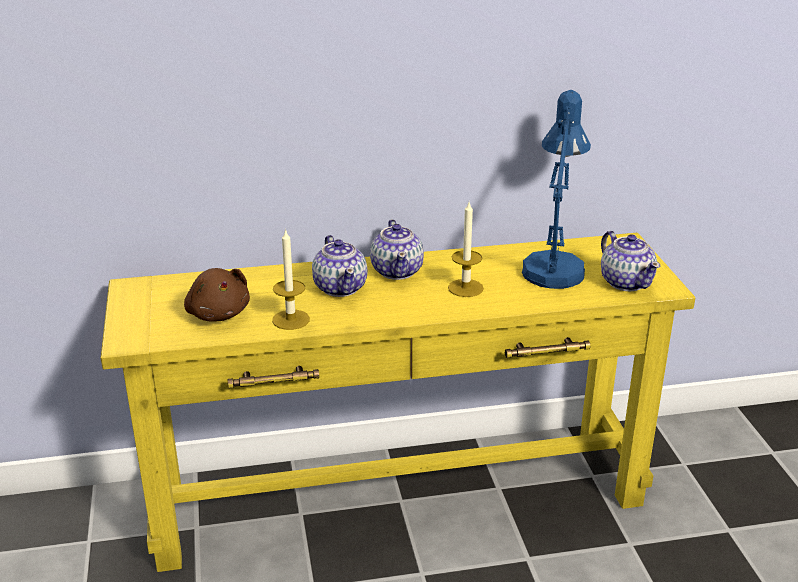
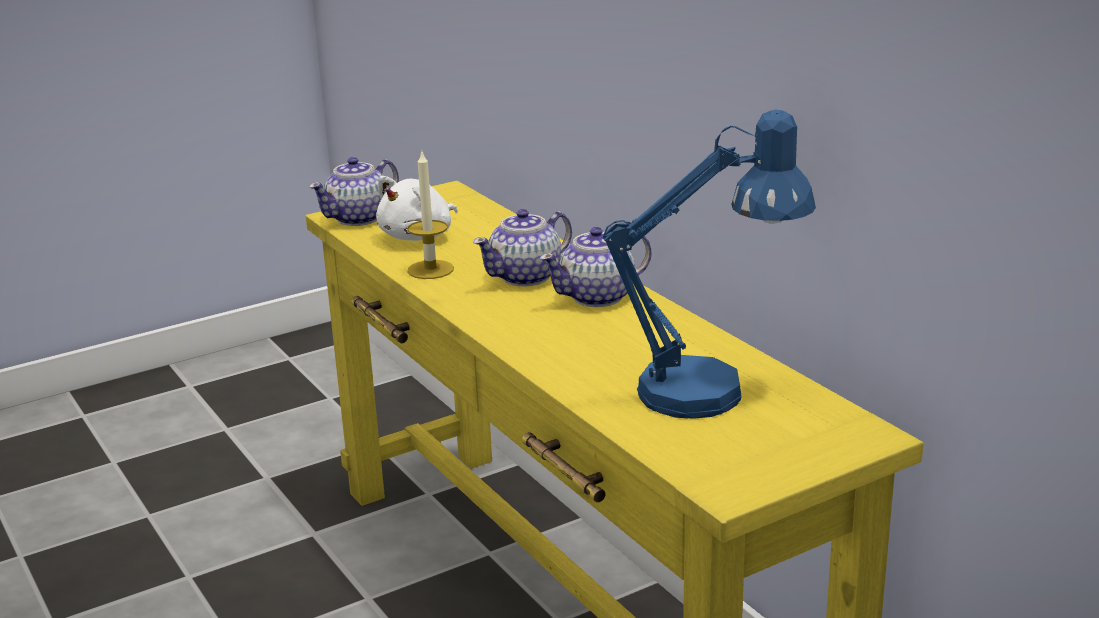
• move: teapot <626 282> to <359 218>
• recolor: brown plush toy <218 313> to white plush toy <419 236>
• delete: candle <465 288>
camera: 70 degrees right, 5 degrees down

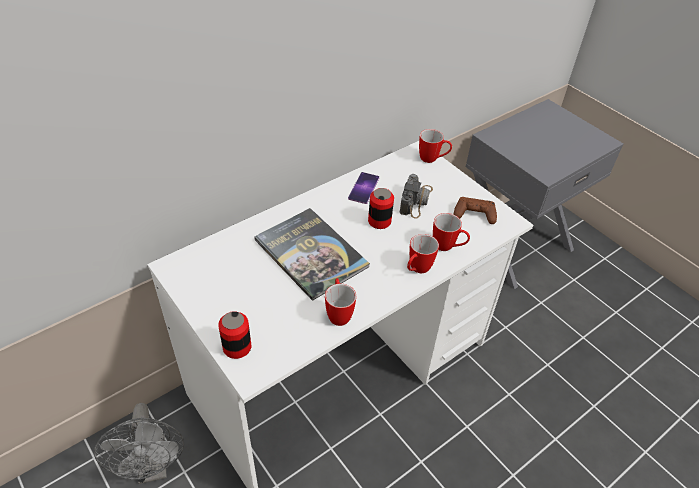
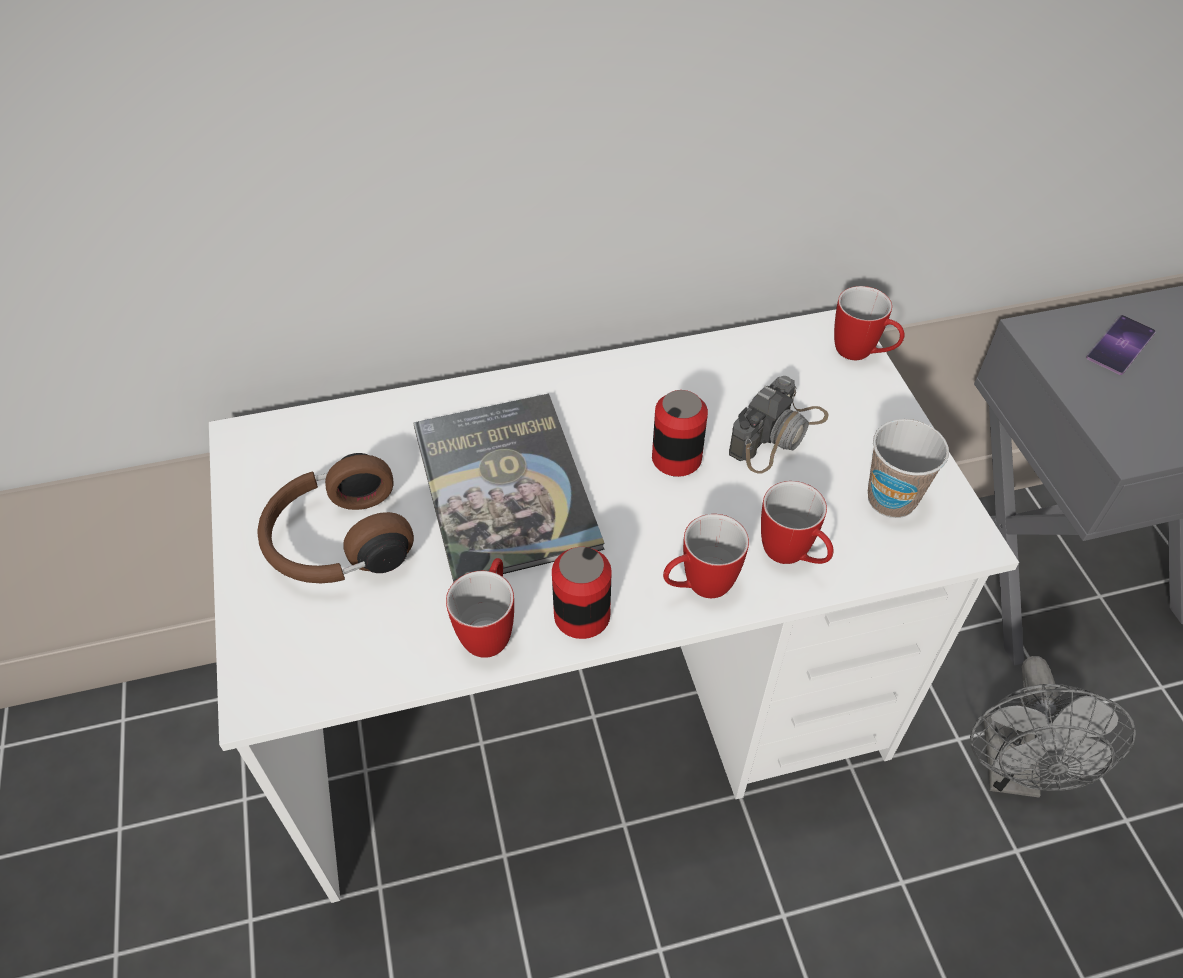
• insert: brown headphones <338 542>
• move: can <237 347> to <582 616>
• replace: brown game controller <474 214> to cup <891 500>
• move: grey fan <153 468> to <1012 771>
• move: phone <363 188> to <1120 345>
camera: 25 degrees right, 5 degrees up

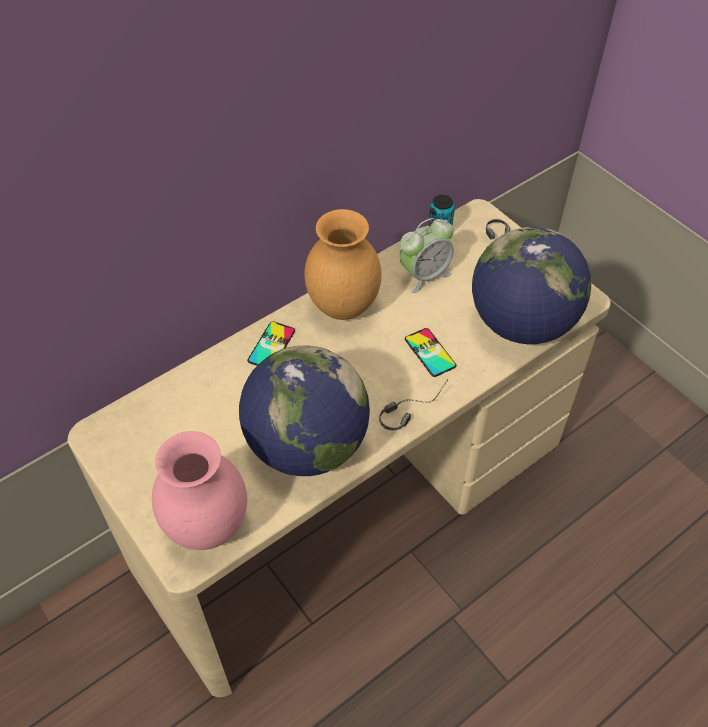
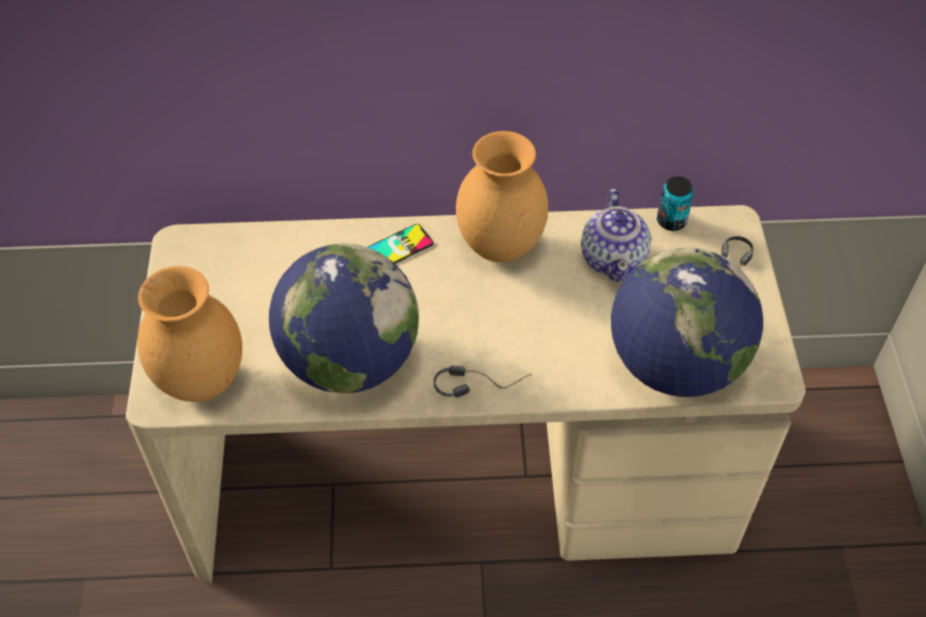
• recolor: pink vase <208 528> to brown vase <201 383>
• replace: alarm clock <424 275> to teapot <613 258>
• delete: phone <430 352>
camera: 35 degrees right, 0 degrees up

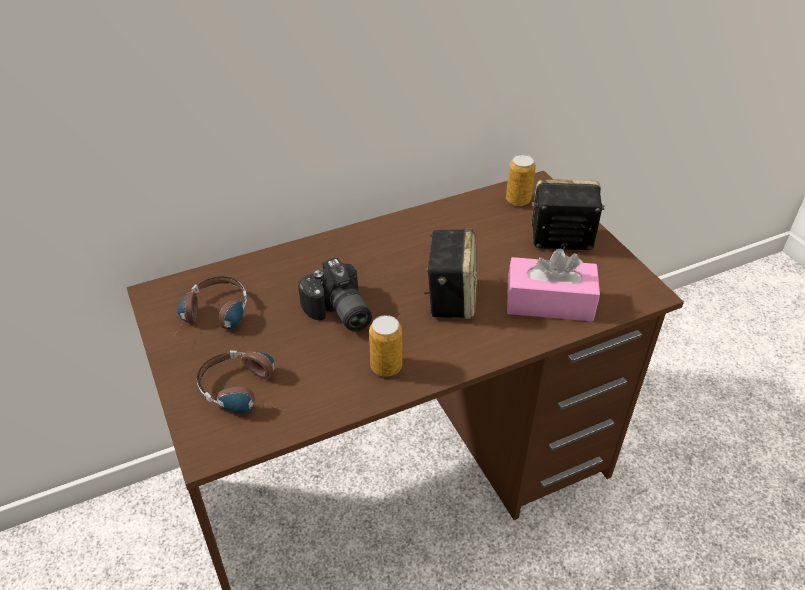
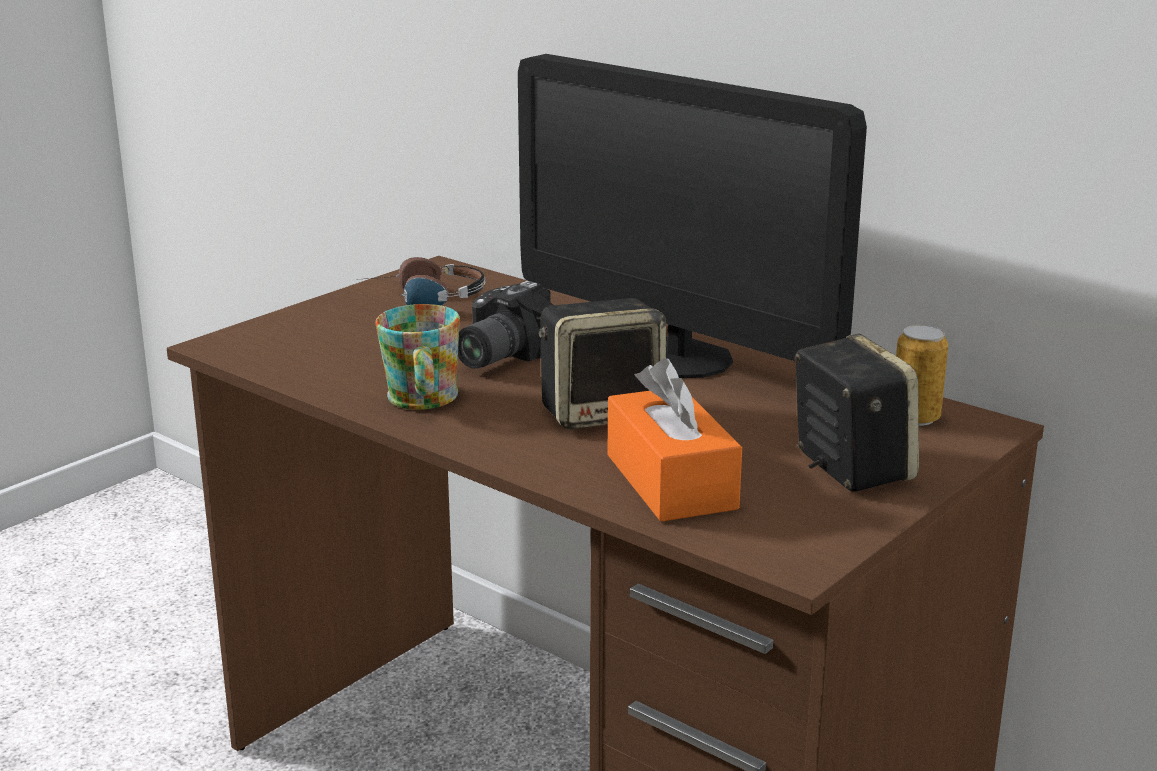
• replace: can <386 367> to mug <422 400>
• insert: monitor <679 358>
• recolor: pink tissue box <549 302> to orange tissue box <671 481>
• delete: headphones <249 390>
camera: 65 degrees right, 20 degrees down

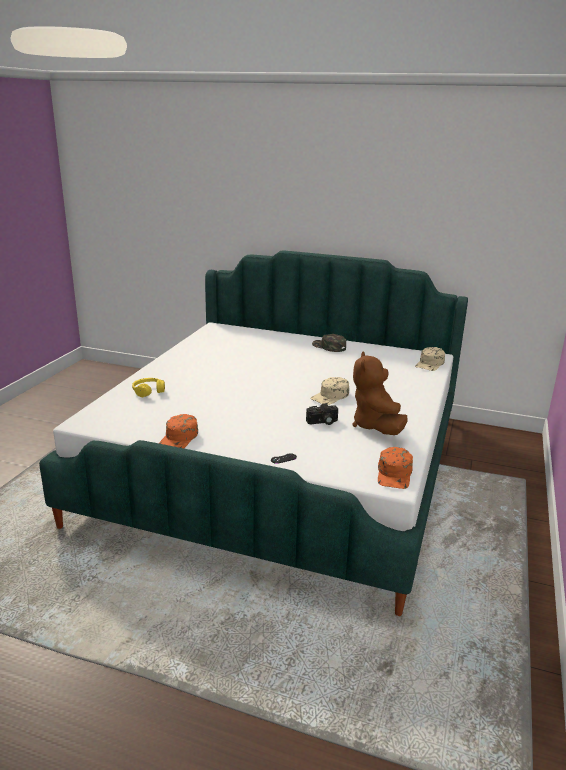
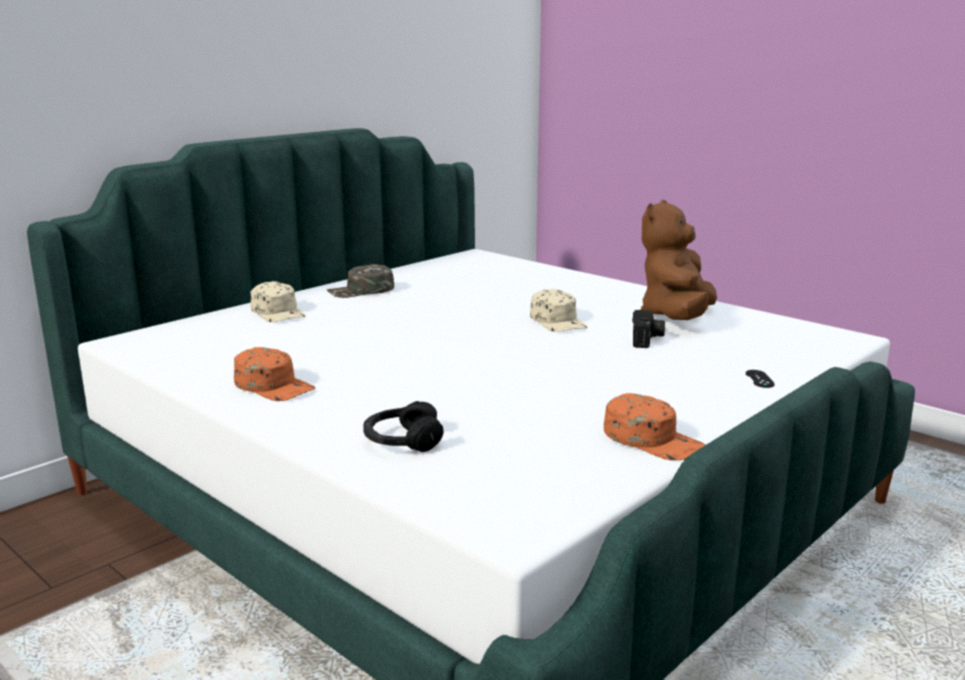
• move: orange cap <394 474> to <274 386>
• move: beige cap <430 364> to <278 312>
• recolor: yellow headphones <148 391> to black headphones <402 441>
• rotate: brown plush toy <376 426> = <677 317> 90 degrees clockwise
camera: 65 degrees left, 5 degrees down

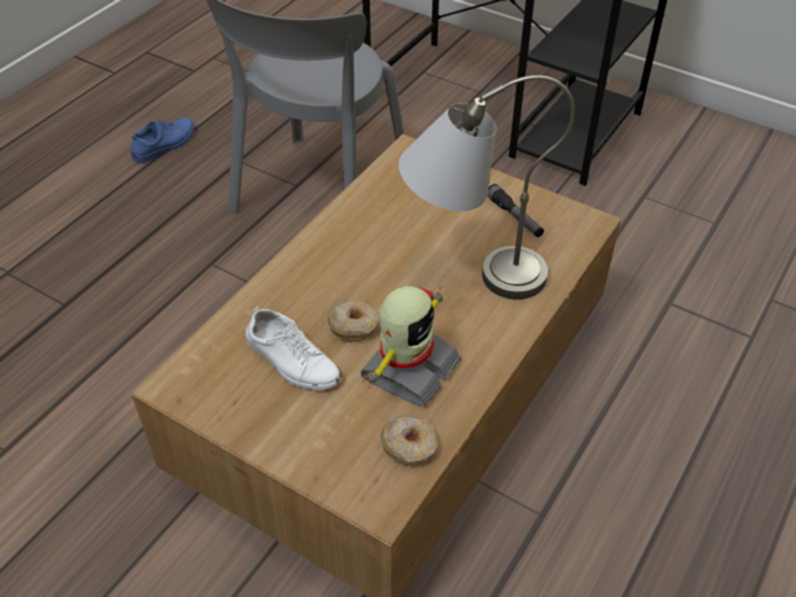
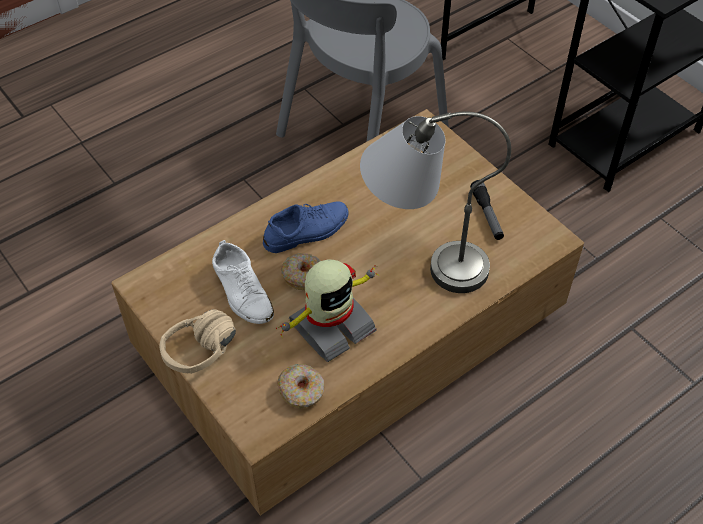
• insert: beige headphones <207 357>
• move: blue shoe <165 144> to <306 231>
camera: 20 degrees right, 5 degrees up

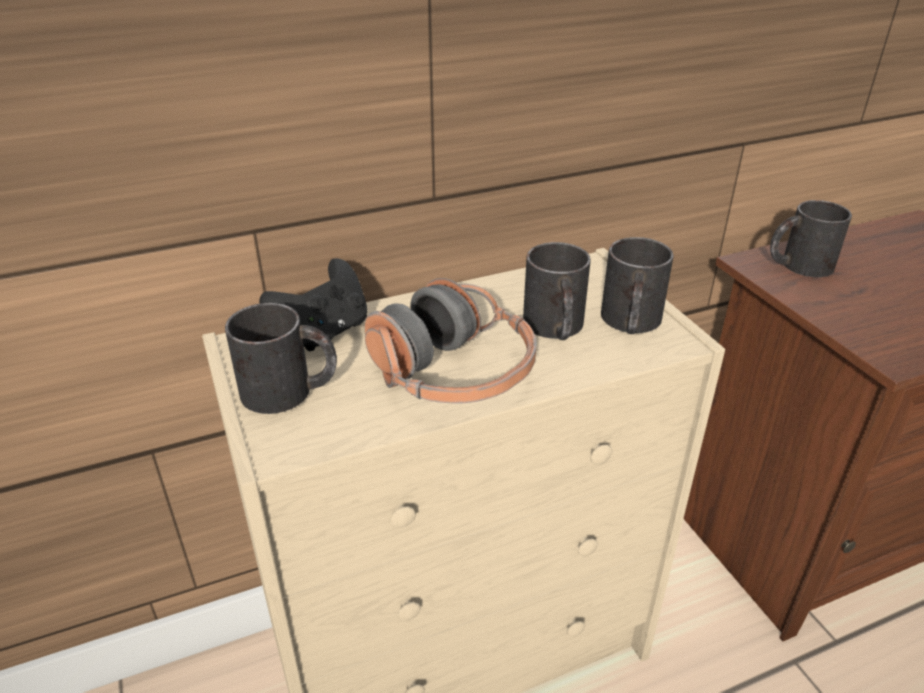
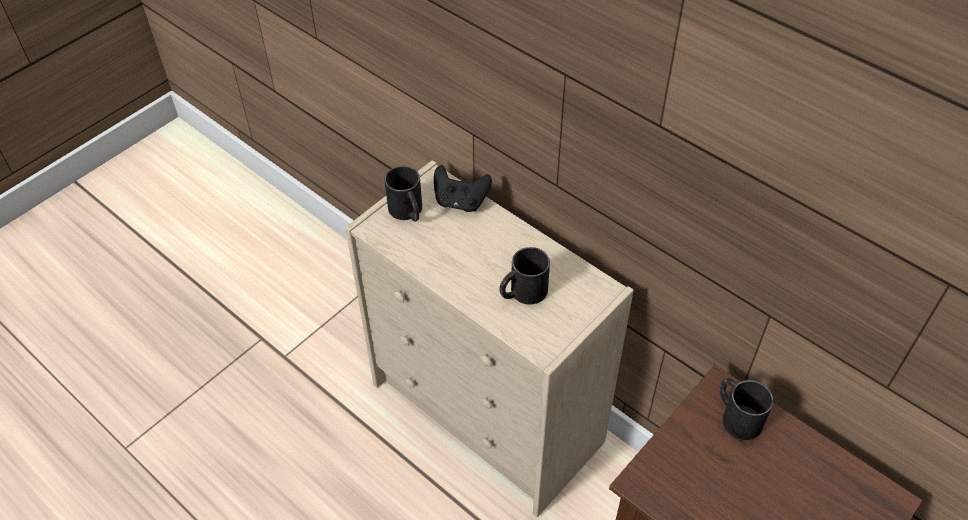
• delete: headphones <452 373>
• delete: black mug <630 323>
camera: 65 degrees right, 15 degrees up

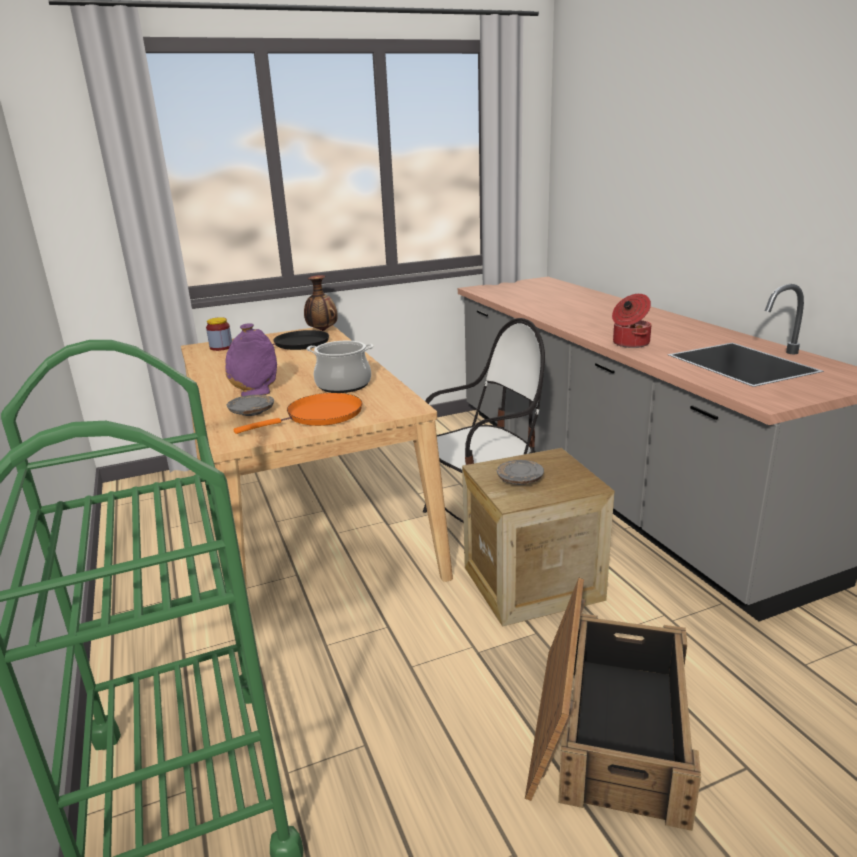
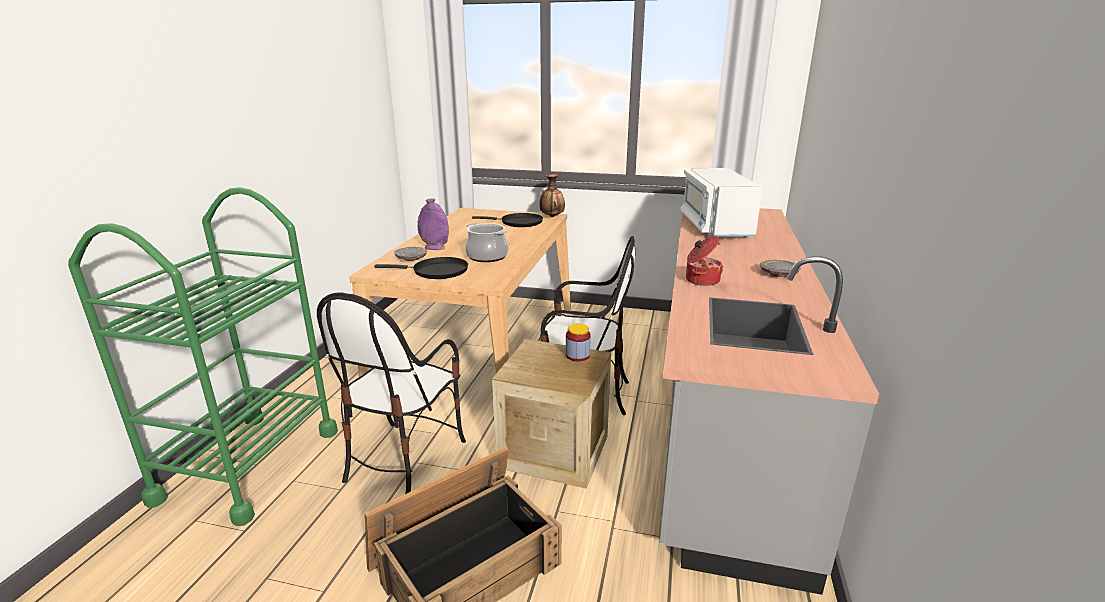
• insert: chair <404 458>
• recolor: orange frying pan <320 416> to black frying pan <436 271>
• move: jar <221 347> to <577 355>
• insert: white microwave <715 226>
• move: grey plate <519 480> to <778 274>
camera: 35 degrees right, 0 degrees up

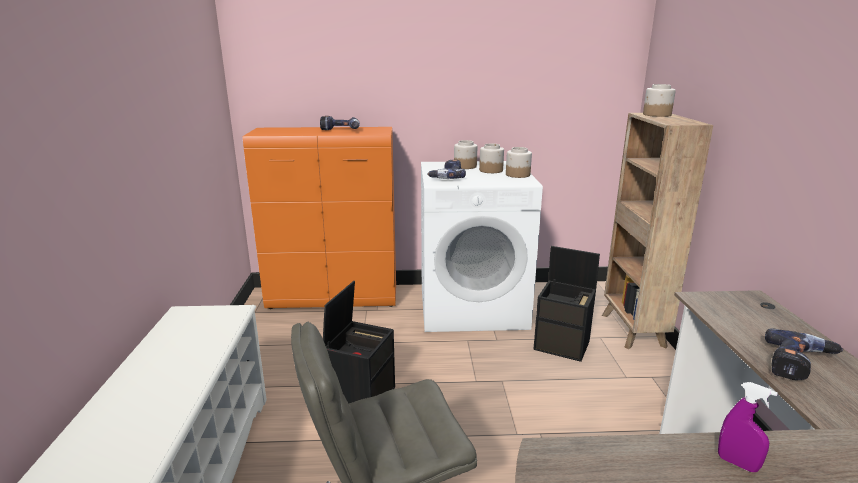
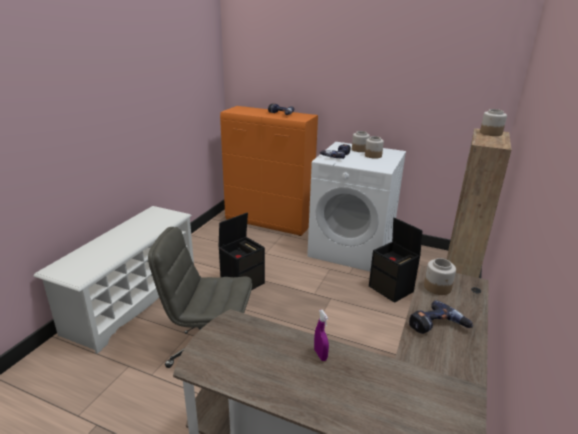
• move: jar <518 175> to <437 287>
camera: 25 degrees right, 5 degrees up

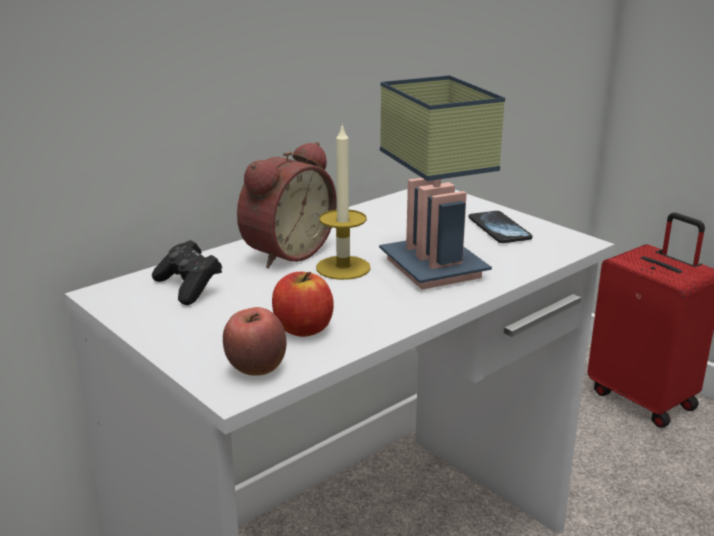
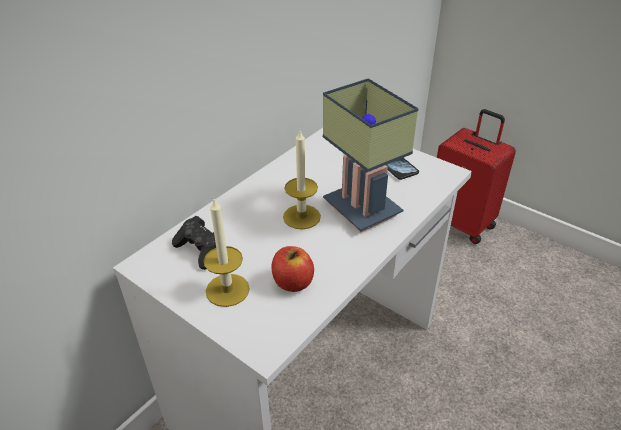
• insert: candle <227 290>
• delete: apple <256 370>
• delete: alarm clock <284 252>
camera: 10 degrees left, 15 degrees up

